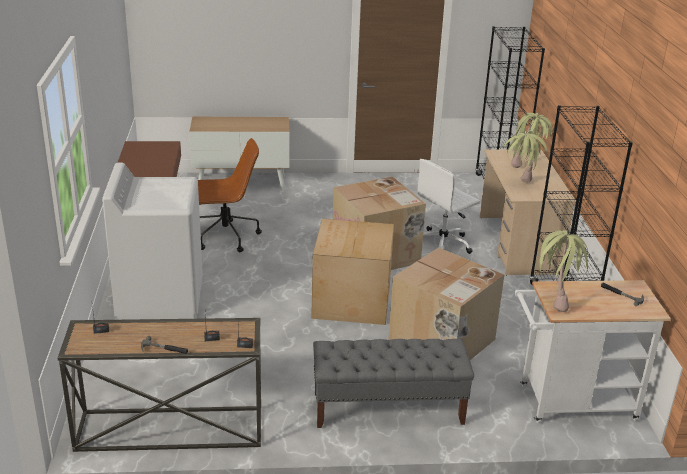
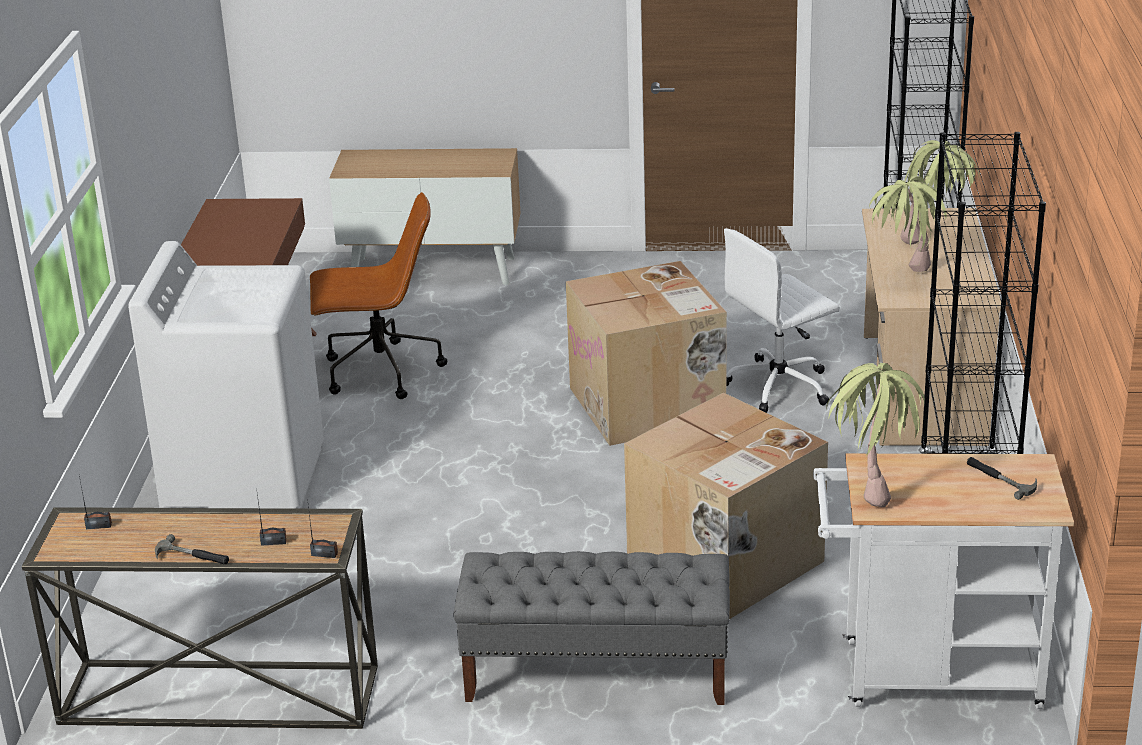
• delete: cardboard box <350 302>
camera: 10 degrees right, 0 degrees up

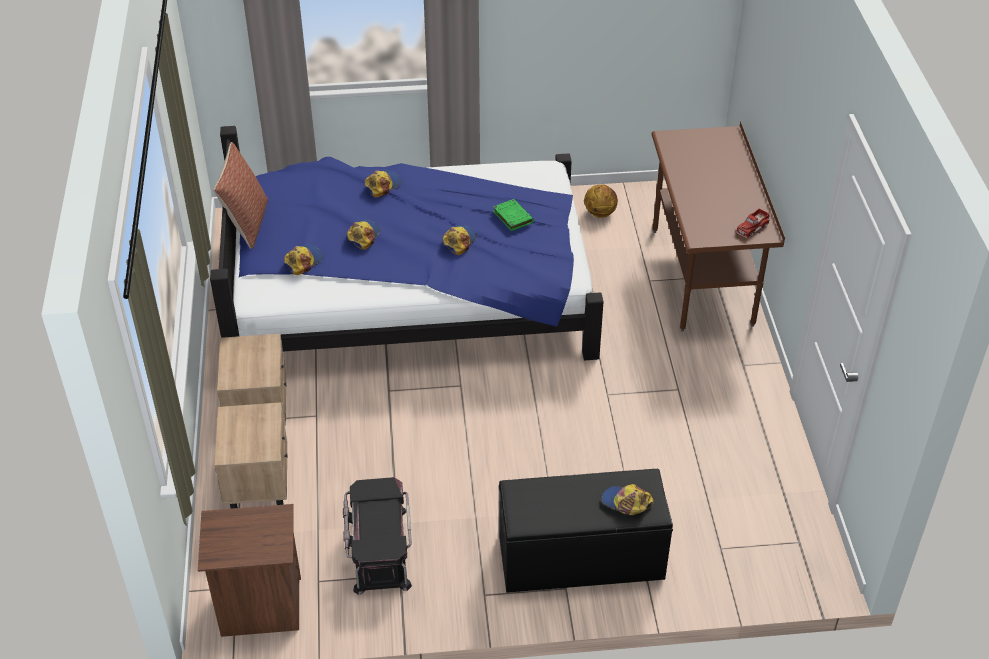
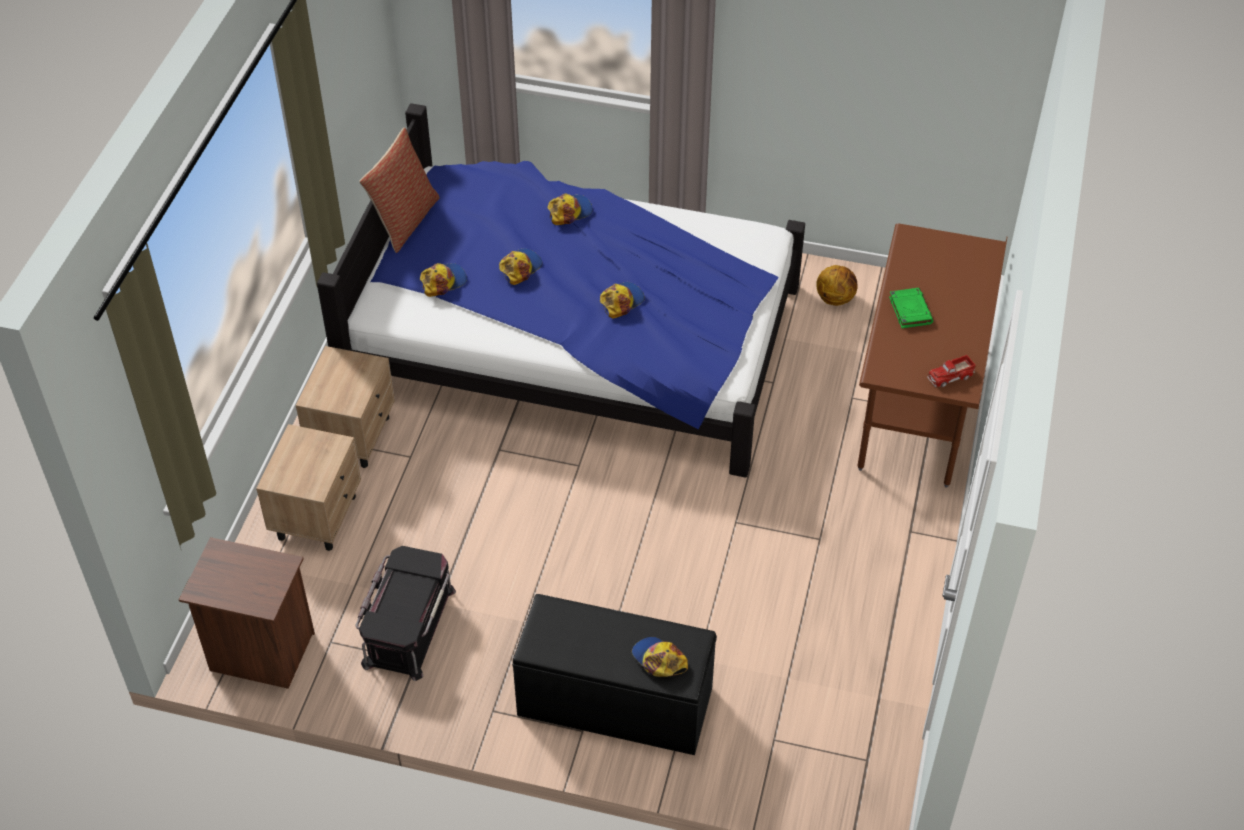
• move: green book <512 217> to <910 310>
camera: 20 degrees right, 5 degrees up

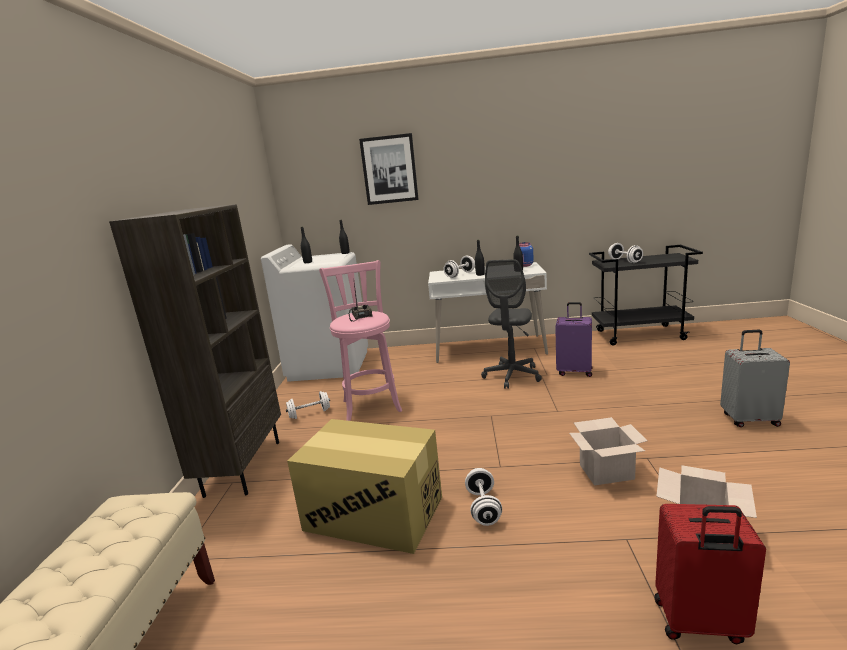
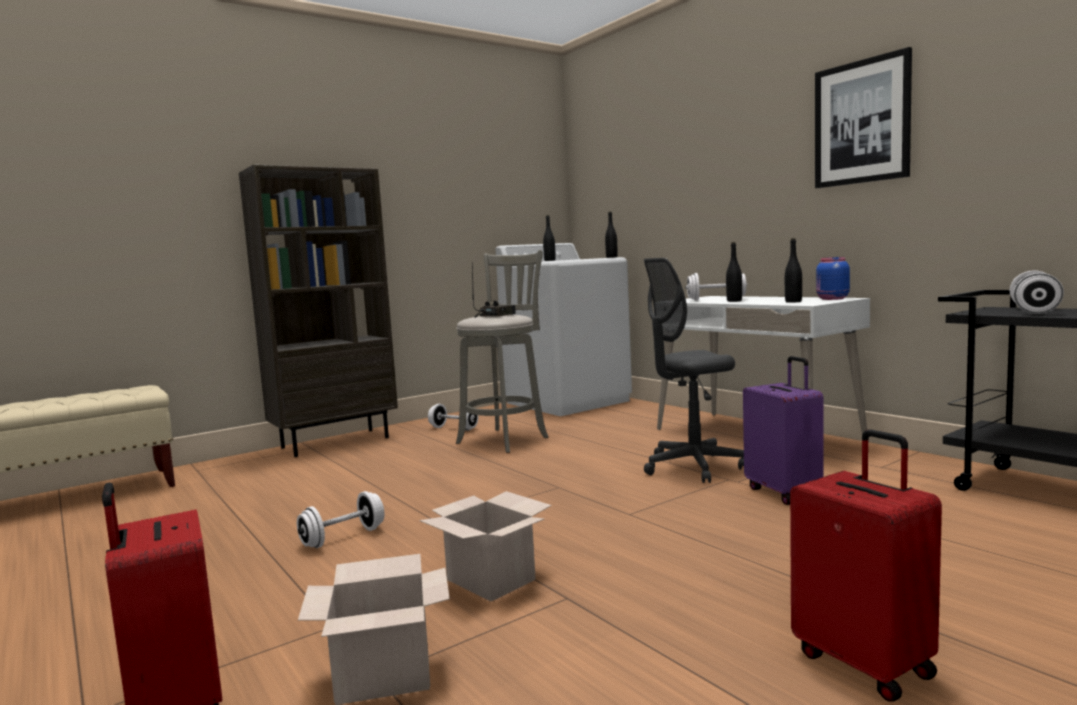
• recolor: pink stool <371 404> to grey stool <505 439>
• recolor: grey suitcase <749 419> to red suitcase <865 663>
• move: picture <389 169> to <862 122>
• delete: cardboard box <373 513>
camera: 50 degrees right, 10 degrees down

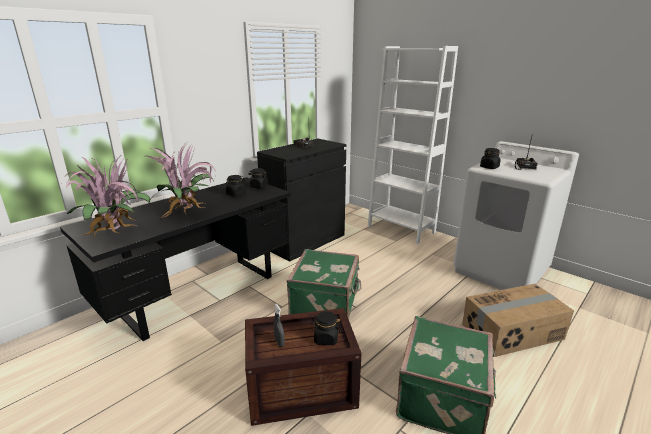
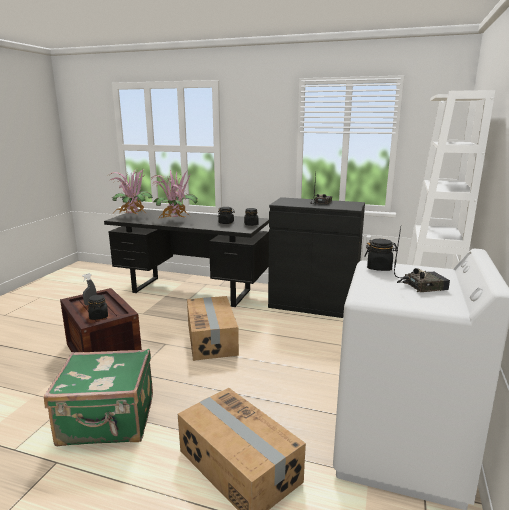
• replace: green suitcase <326 304> to cardboard box <212 339>
camera: 65 degrees right, 5 degrees down

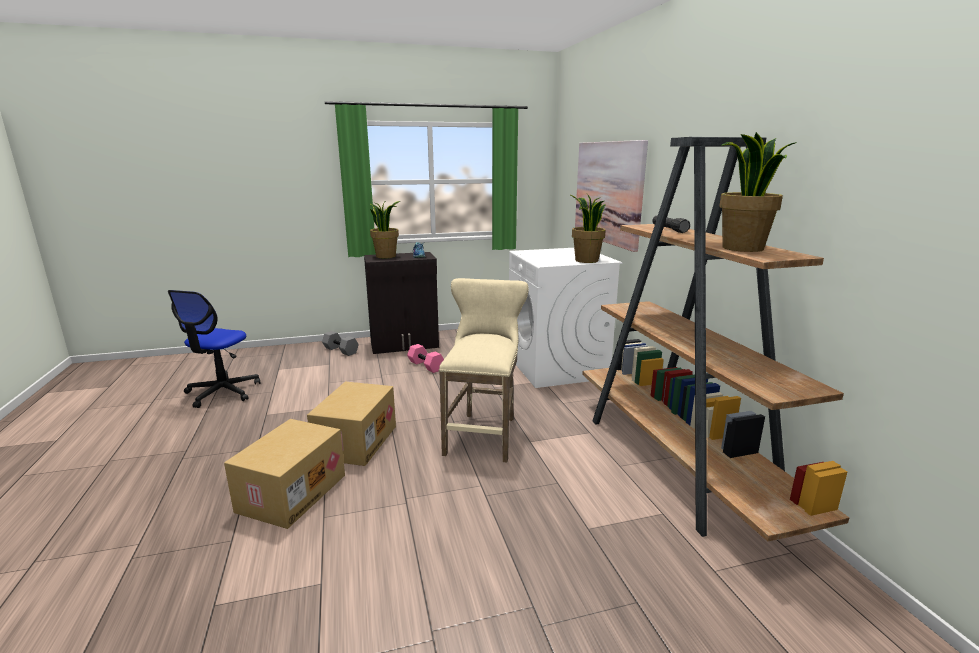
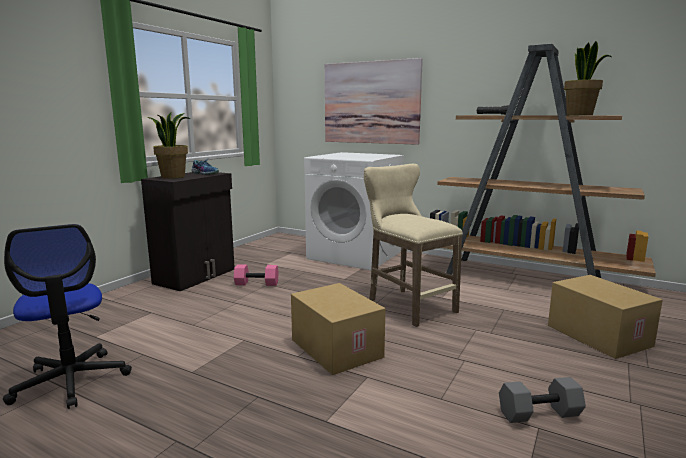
• move: grey dumbbell <340 350> to <539 414>
• move: cardboard box <291 492> to <596 335>
• delete: potted plant <586 260>
camera: 45 degrees left, 5 degrees down

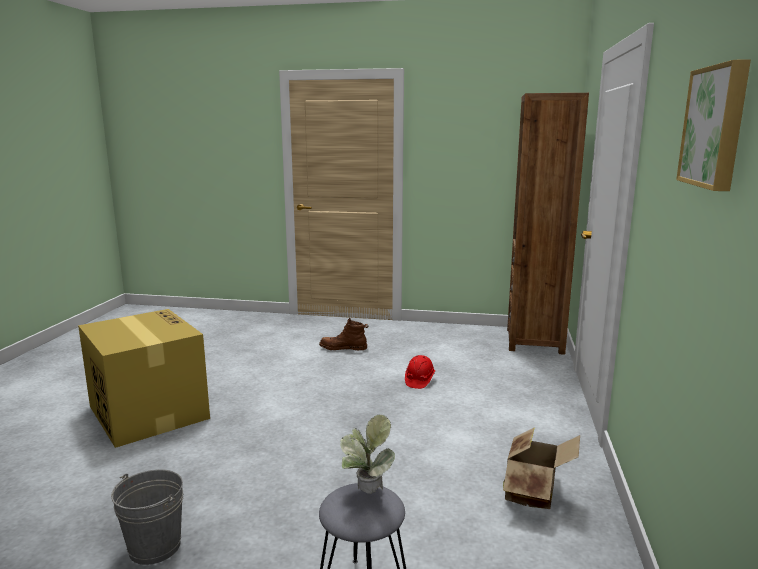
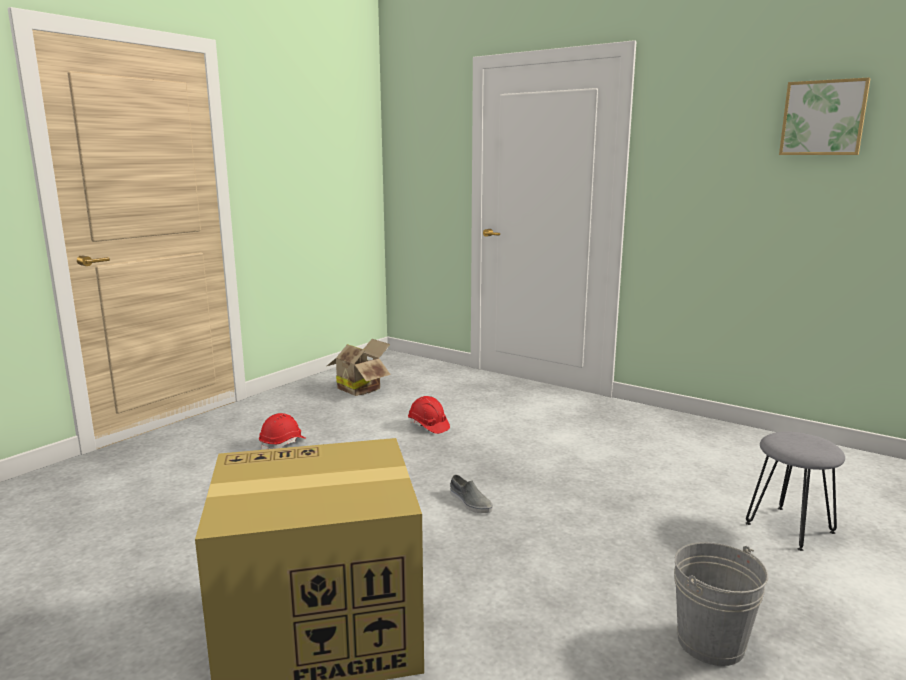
• replace: brown boot <343 348> to red hard hat <283 444>
• move: cardboard box <534 494> to <360 389>
• insert: grey shoe <470 502>
• delete: potted plant <366 495>
• delete: brown bookcase <534 341>
camera: 65 degrees left, 0 degrees up

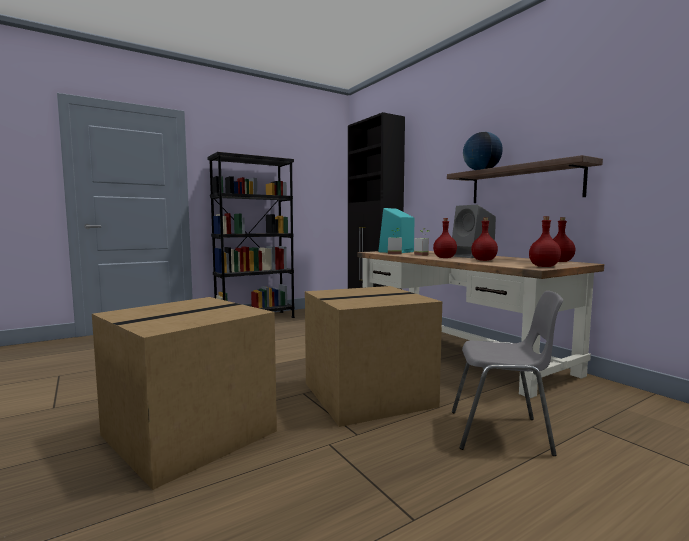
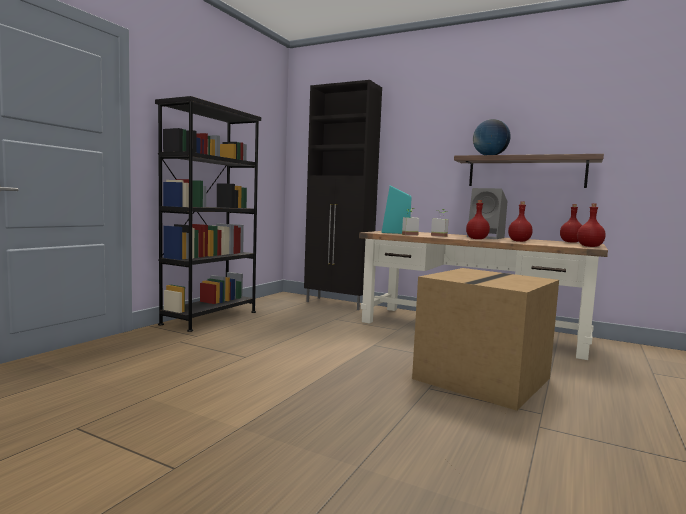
• delete: cardboard box <190 431>
• delete: grey chair <502 433>
camera: 30 degrees left, 0 degrees up

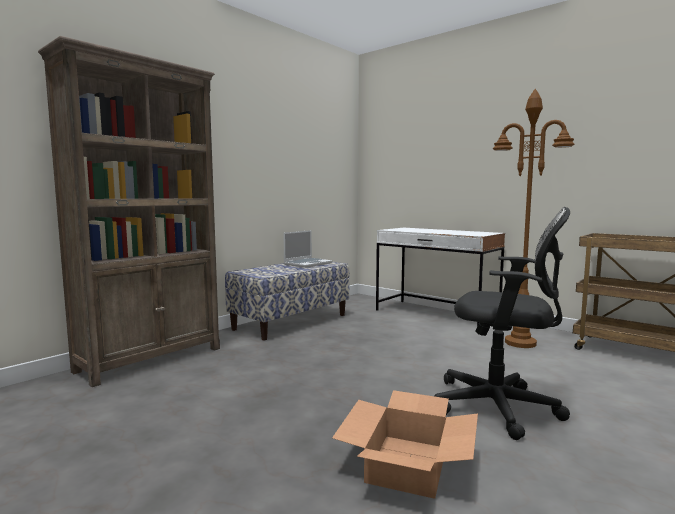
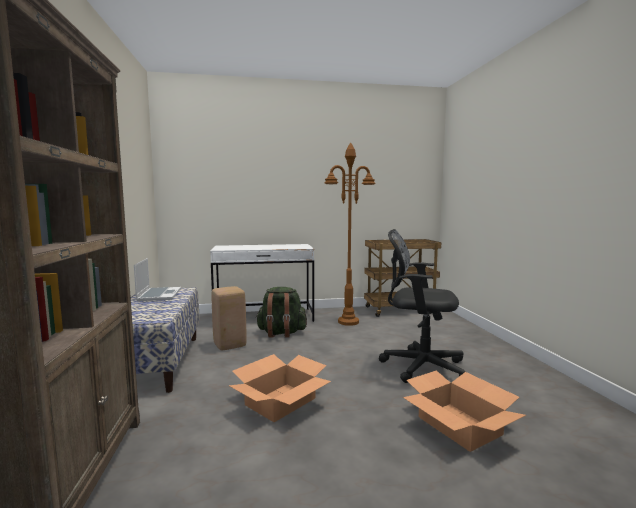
• insert: beige stool <229 345>
• insert: cardboard box <280 401>
• insert: green backpack <281 333>
• rotate: black office chair <501 408> = <419 366> 135 degrees counterclockwise
camera: 50 degrees left, 0 degrees up

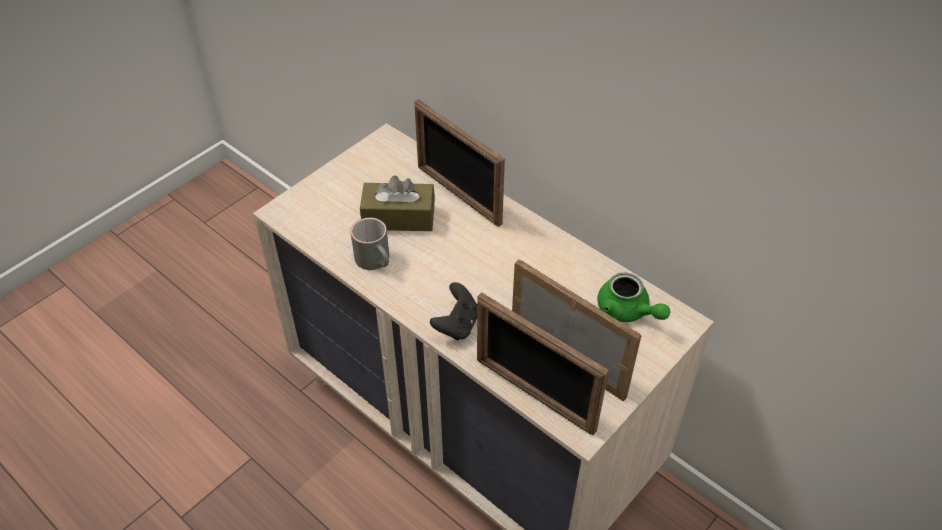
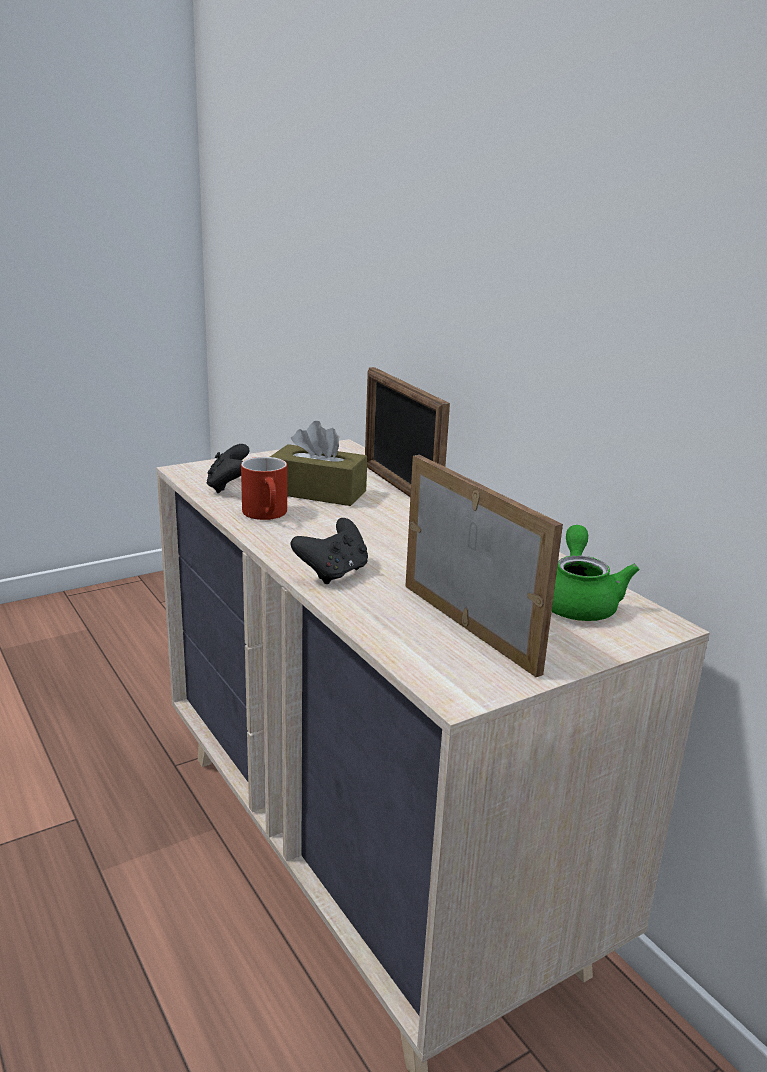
• insert: black game controller <228 487>
• recolor: grey mug <376 261> to red mug <268 515>
• rotate: green teapot <627 311> = <579 602> 150 degrees counterclockwise
• delete: picture frame <534 394>
camera: 15 degrees right, 25 degrees down

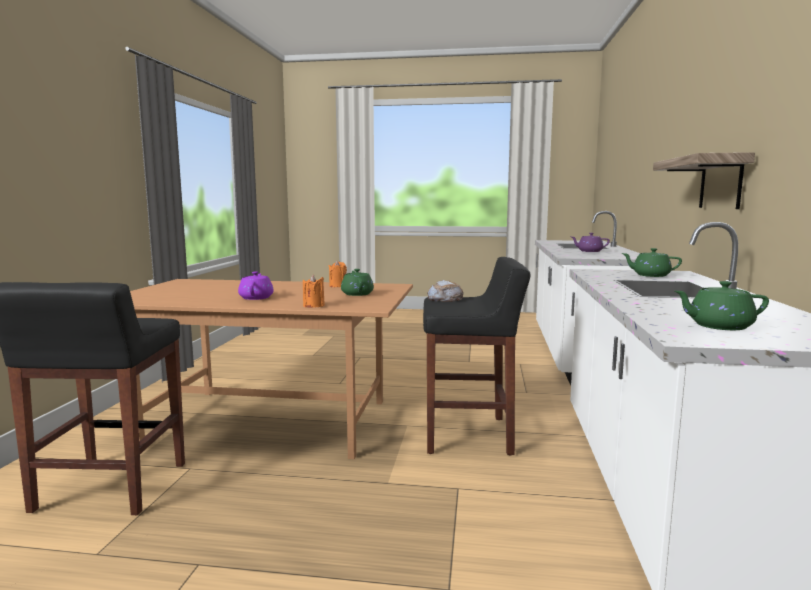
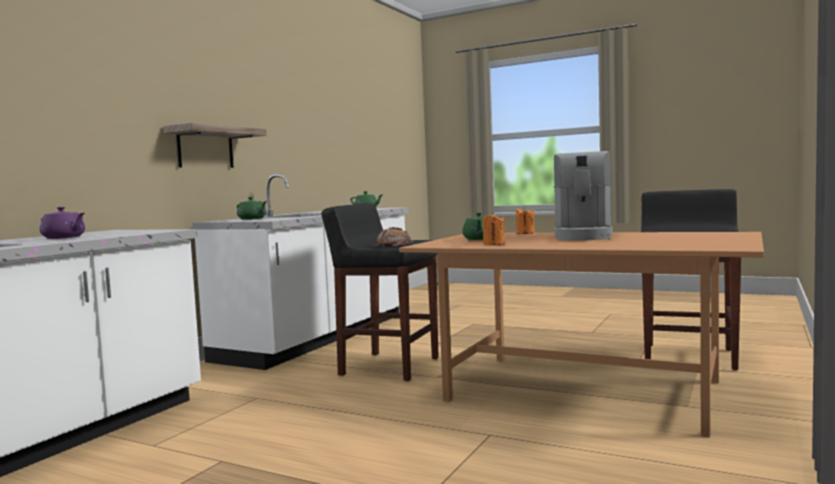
• replace: purple teapot <256 297> to coffee machine <583 236>
camera: 160 degrees left, 5 degrees down

